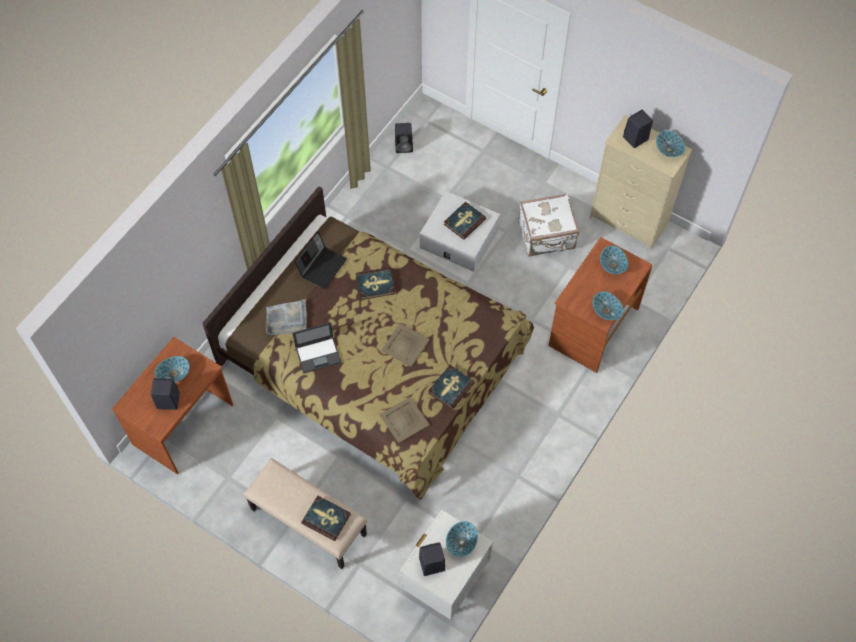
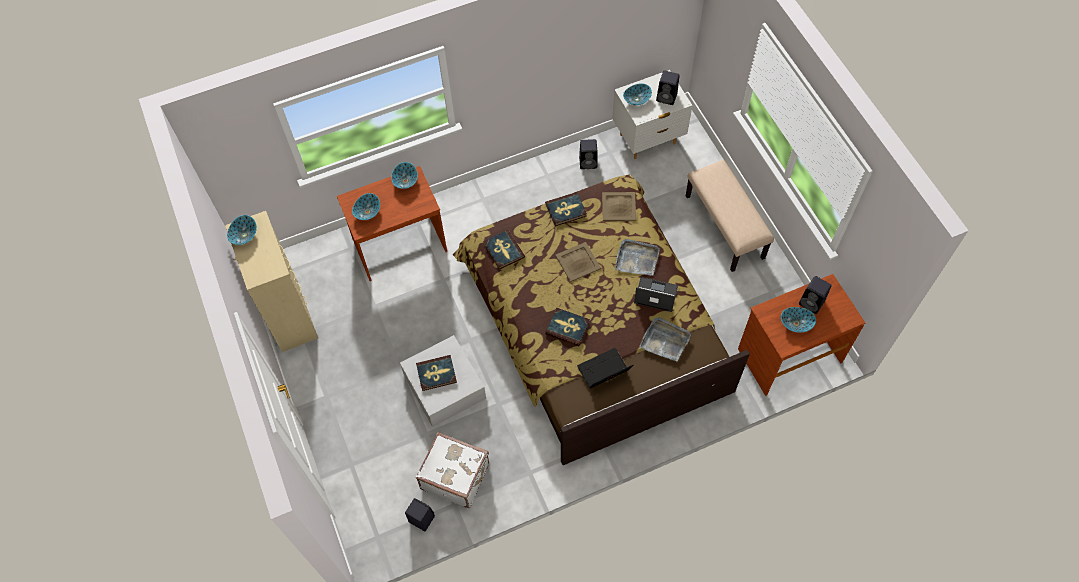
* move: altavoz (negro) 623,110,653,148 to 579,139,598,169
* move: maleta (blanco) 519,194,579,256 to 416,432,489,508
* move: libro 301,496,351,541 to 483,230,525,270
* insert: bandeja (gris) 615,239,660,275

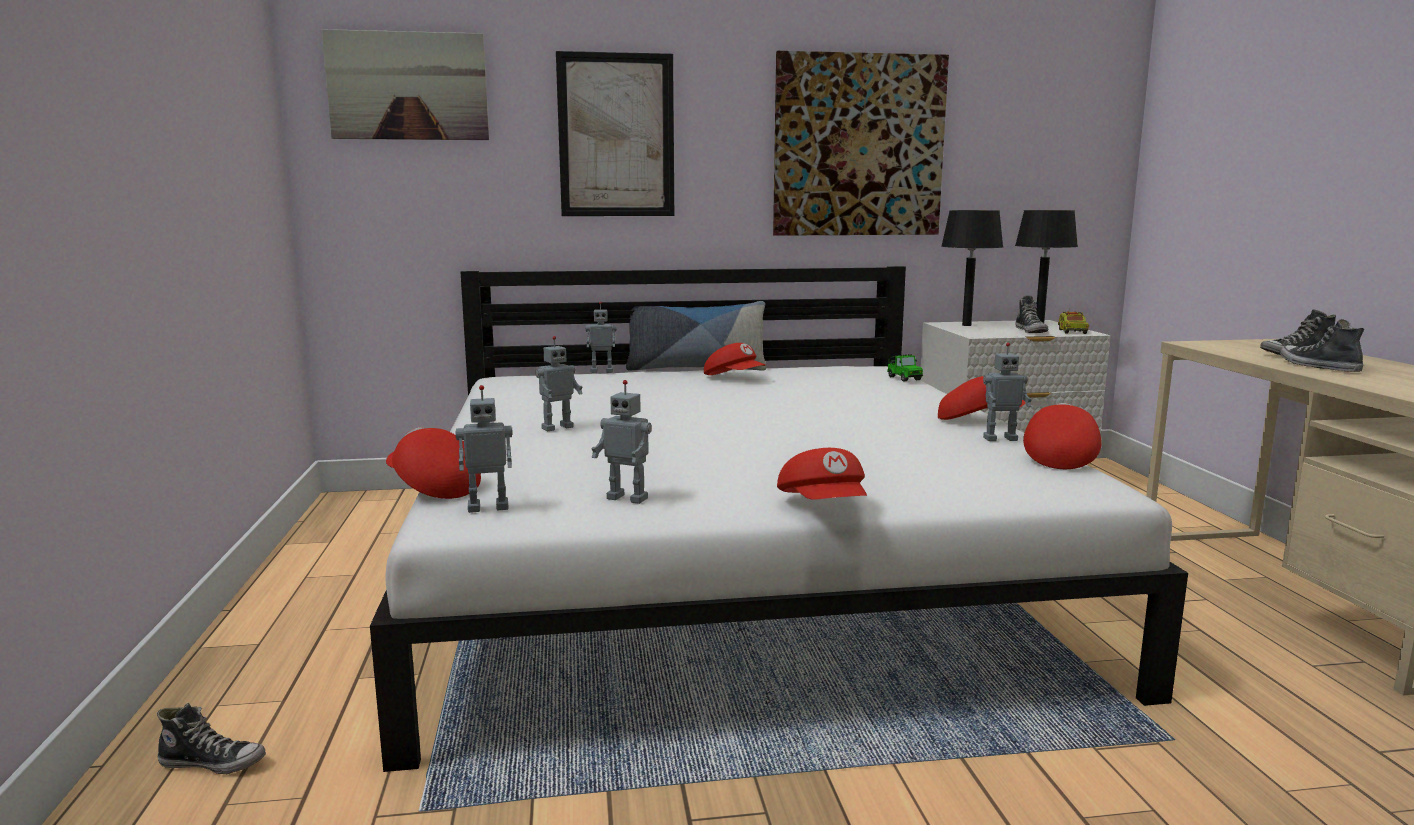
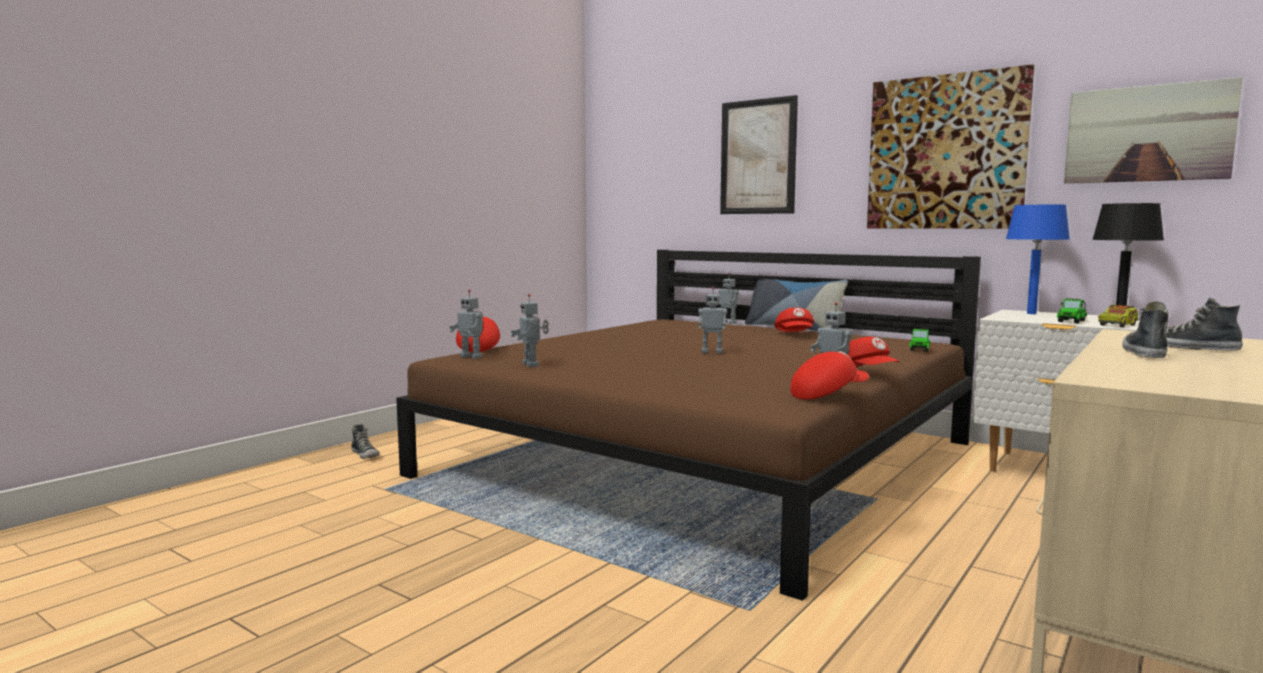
* move: cuadro 322,29,489,140 to 1064,77,1243,184
* recolor: lámpara de mesa (negro) 941,210,1003,326 to lámpara de mesa (azul) 1006,204,1070,314
* recolor: cama (blanco) 370,266,1188,772 to cama (marrón) 396,250,981,601
* replace: zapato 1016,295,1048,333 to coche de juguete 1057,298,1087,323
* move: robot de juguete 535,336,583,431 to 698,287,727,353
* delete: gorra (rojo) 777,448,867,500

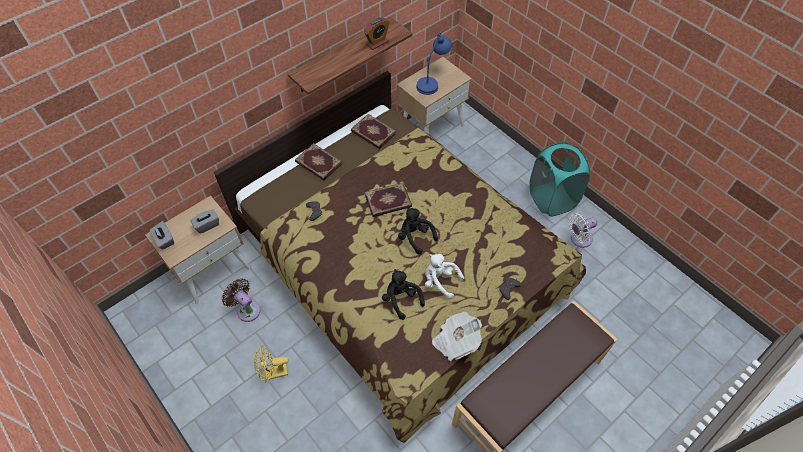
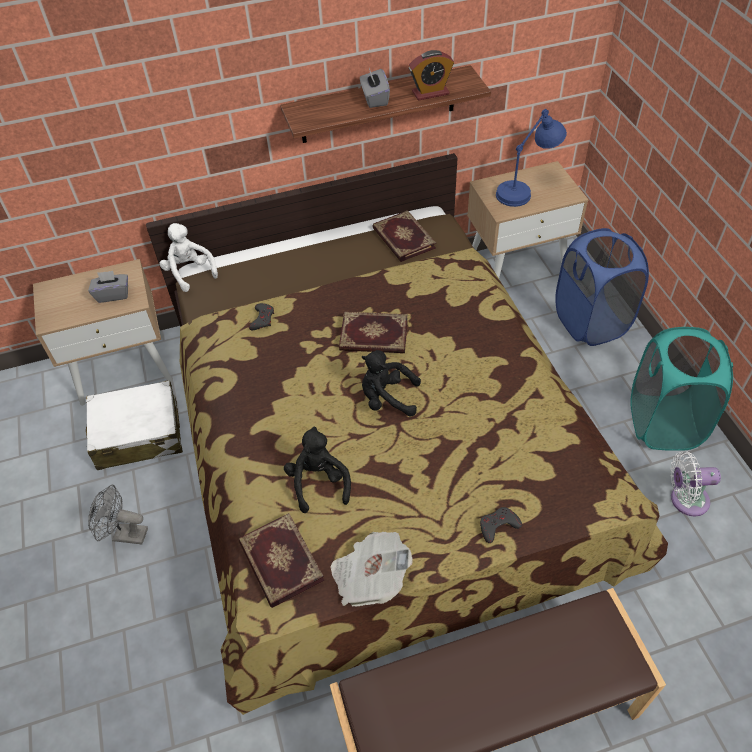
* move: libro 295,143,342,181 to 239,513,324,608
* rotate: peluche (negro) 398,207,438,255 = 362,350,421,417 60 degrees counterclockwise
* move: caja de pañuelos (gris) 150,221,174,249 to 360,68,390,108
* move: peluche (blanco) 425,254,464,299 to 159,223,218,292
* replace: ventilador (marrón) 222,278,261,322 to maleta (blanco) 86,380,183,470
* recolor: ventilador (amarillo) 254,345,289,382 to ventilador (gris) 88,484,148,544
* insert: cesto de la ropa (azul) 555,228,649,346

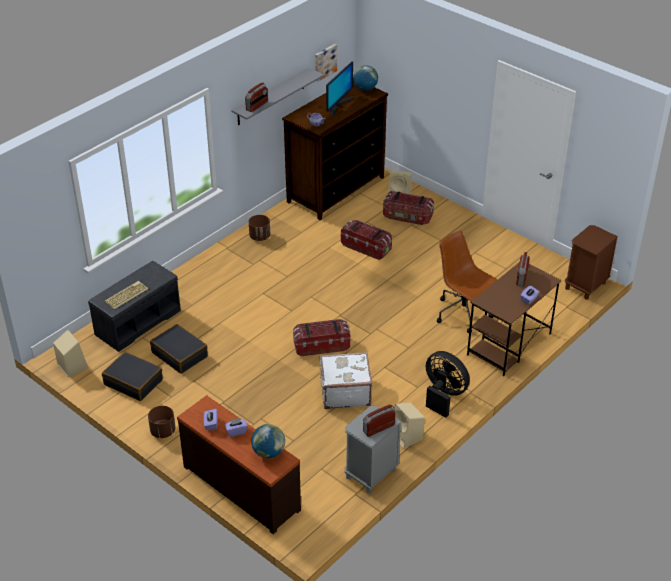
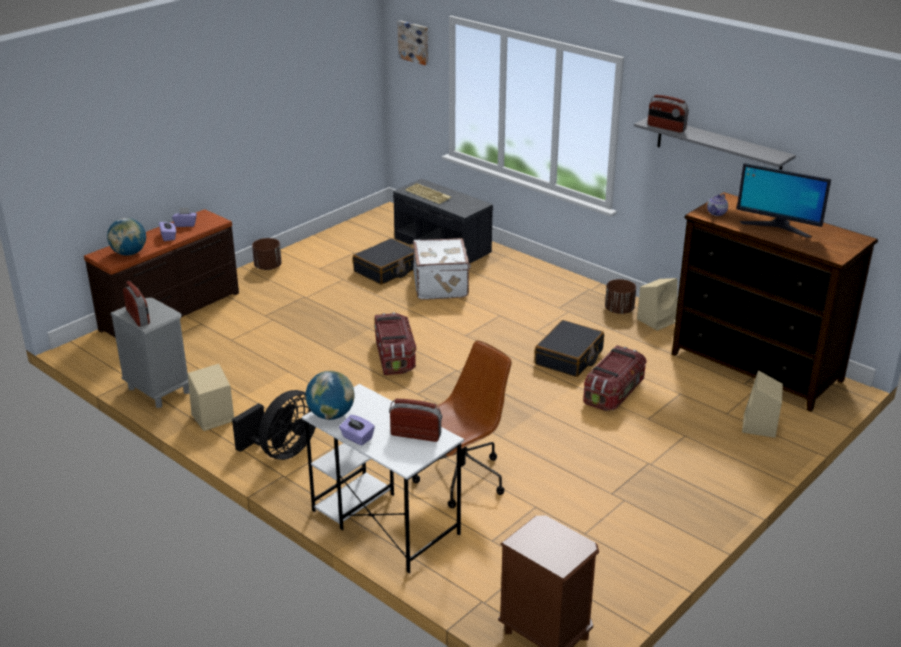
* move: cuadro 315,44,337,82 to 397,20,428,65
* move: globo terráqueo 353,65,378,91 to 305,371,355,420
* delete: caja de almacenaje 383,191,434,225
* recolor: escritorio (marrón) 467,262,561,376 to escritorio (blanco) 302,384,464,573
* move: altavoz (beis) 53,330,88,377 to 637,278,678,331
* move: maleta (negro) 102,352,163,401 to 535,320,604,377
* move: maleta (blanco) 320,352,372,409 to 413,238,471,300

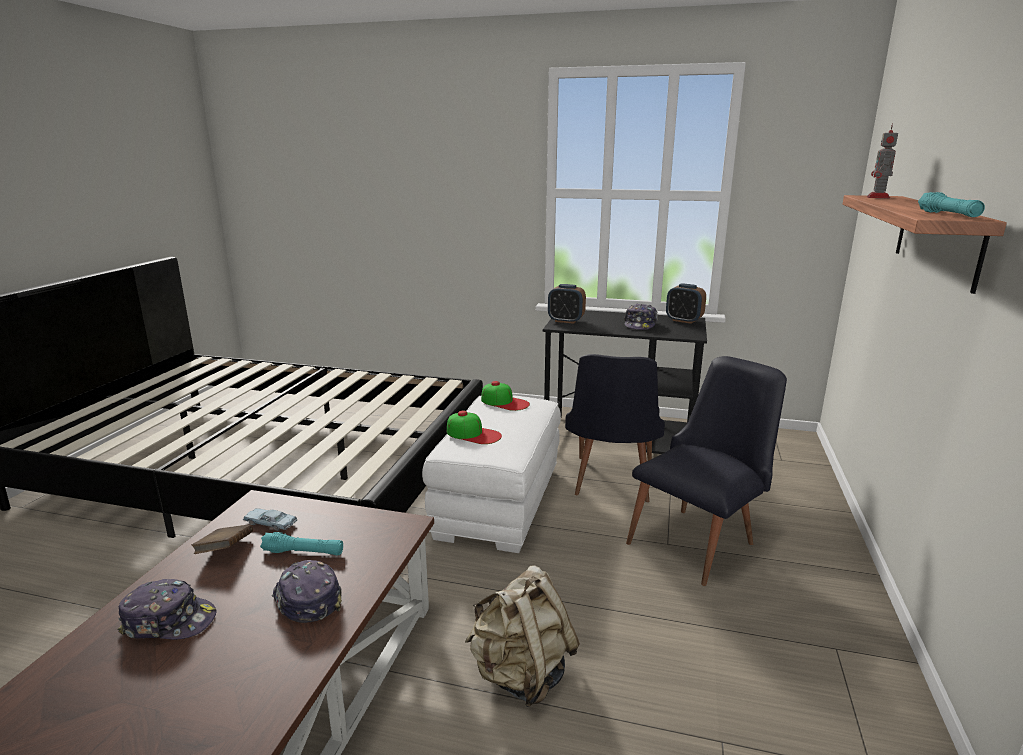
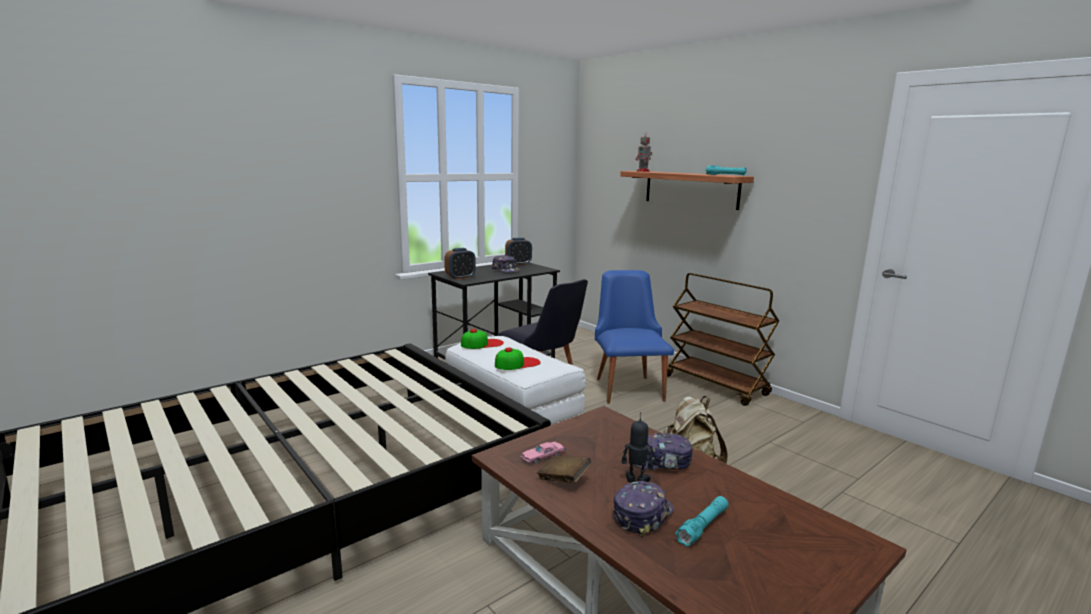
* recolor: silla (negro) 626,356,787,586 to silla (azul) 595,270,674,404
* recolor: coche de juguete (azul) 243,508,297,531 to coche de juguete (rosa) 521,441,566,464
* move: linterna (turquesa) 260,532,343,555 to 675,496,729,547
* insert: carrito (marrón) 667,273,779,406
* insert: robot de juguete 622,412,653,483

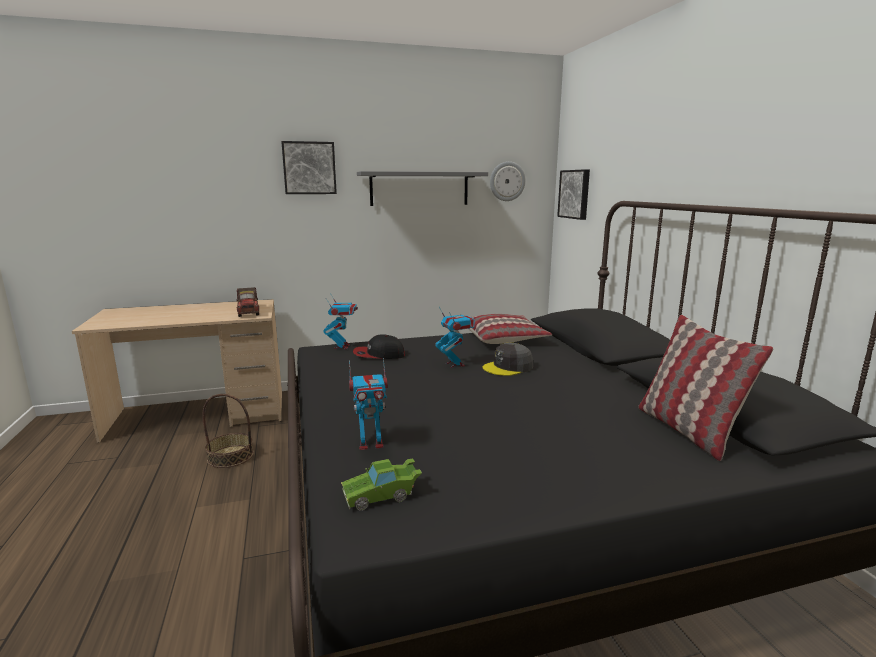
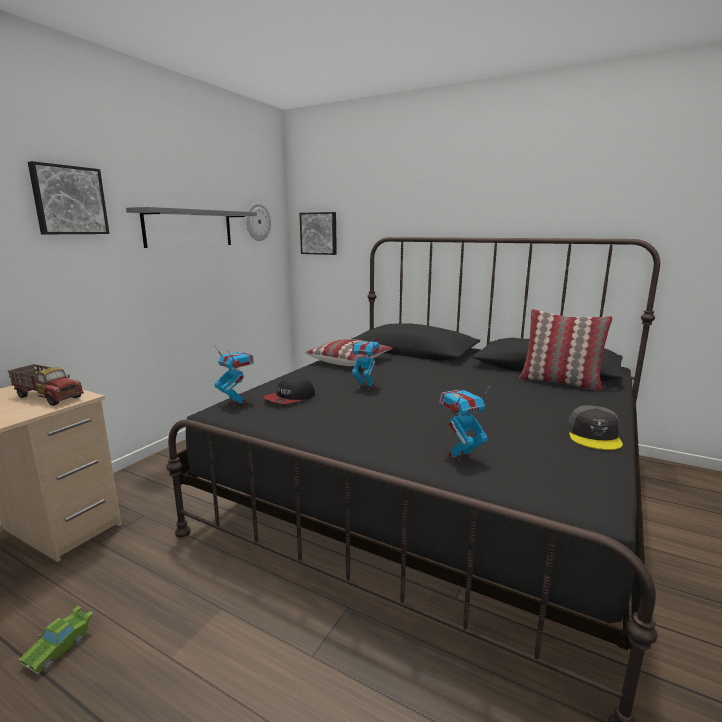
* move: gorra (gris) 482,343,533,376 to 567,405,623,450
* rotate: robot de juguete 349,358,387,450 = 439,386,490,463 150 degrees counterclockwise
* delete: cesta 202,394,254,468
* move: coche de juguete (verde) 341,458,422,511 to 19,606,93,675

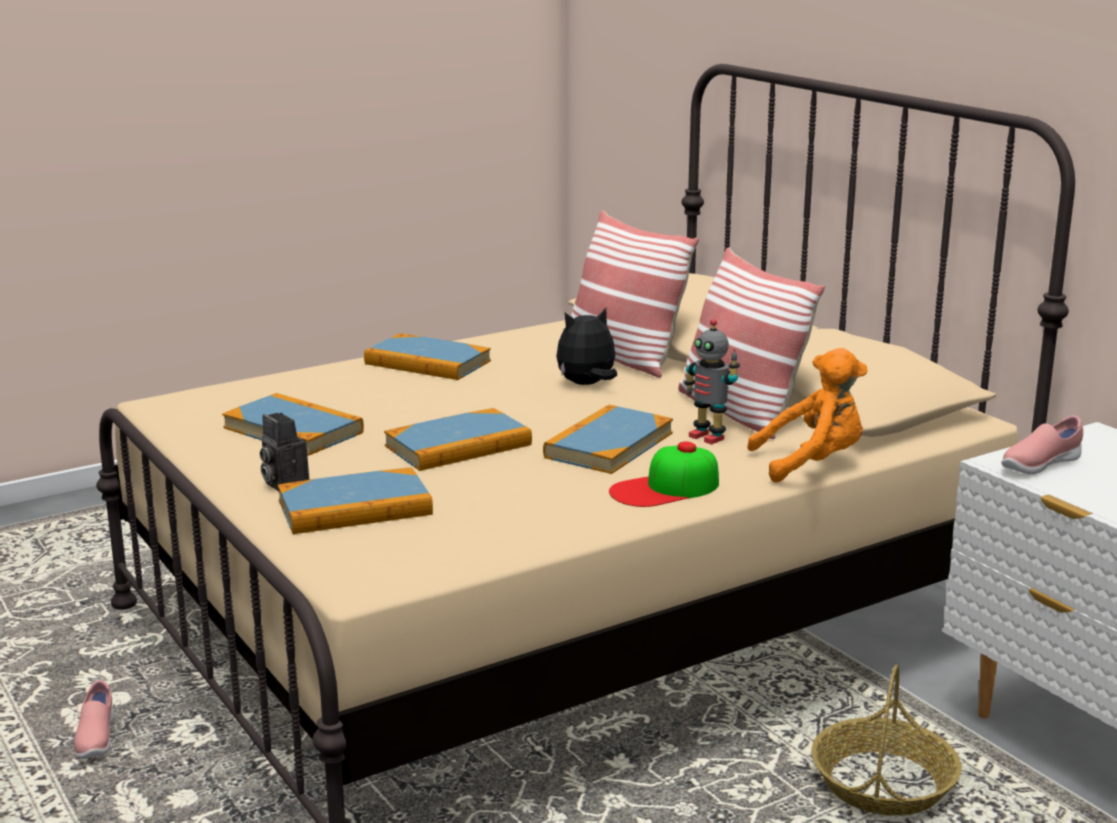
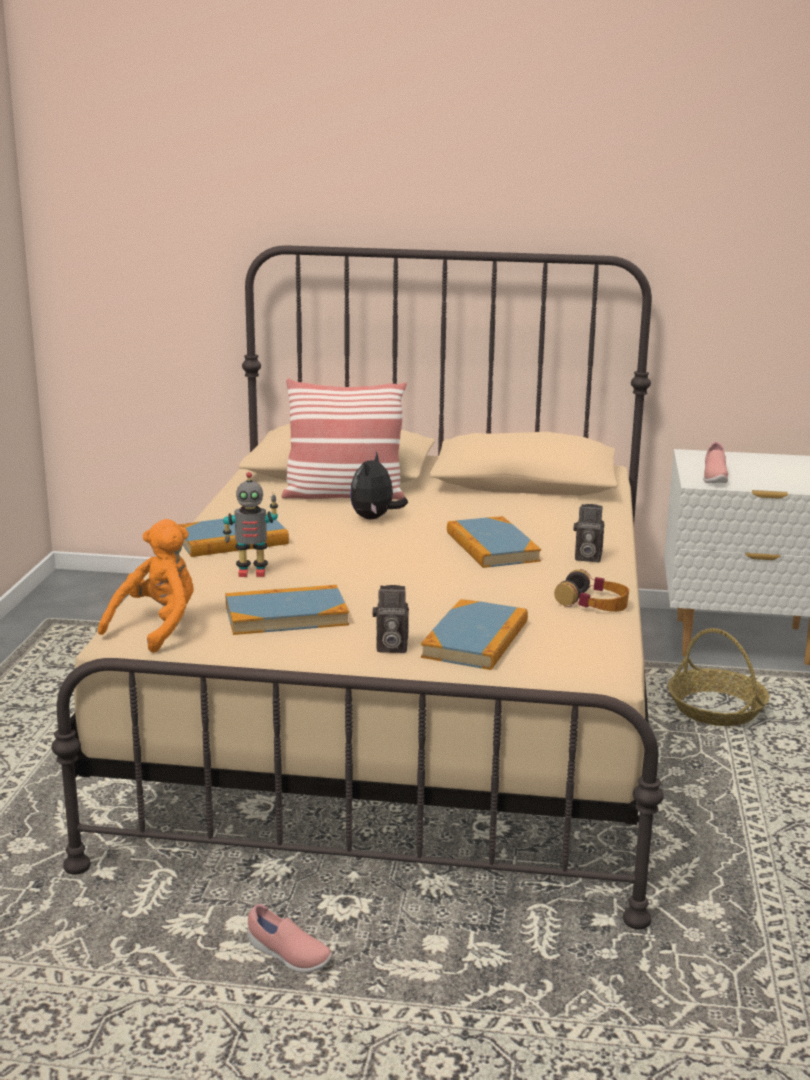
* delete: cojín 678,247,825,439
* move: robot de juguete 684,319,740,445 to 223,472,278,577
* move: peluche (naranja) 747,348,867,482 to 98,519,194,653
* delete: libro 384,408,532,471
* replace: gorra 609,442,719,507 to cámara 574,504,604,562
* insert: auriculares 554,569,629,612

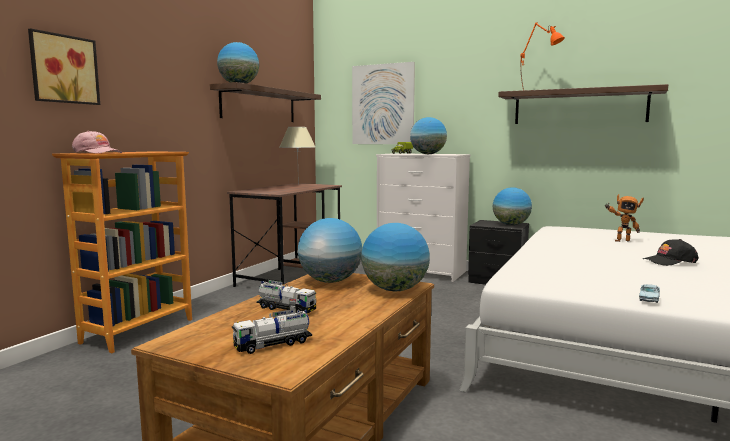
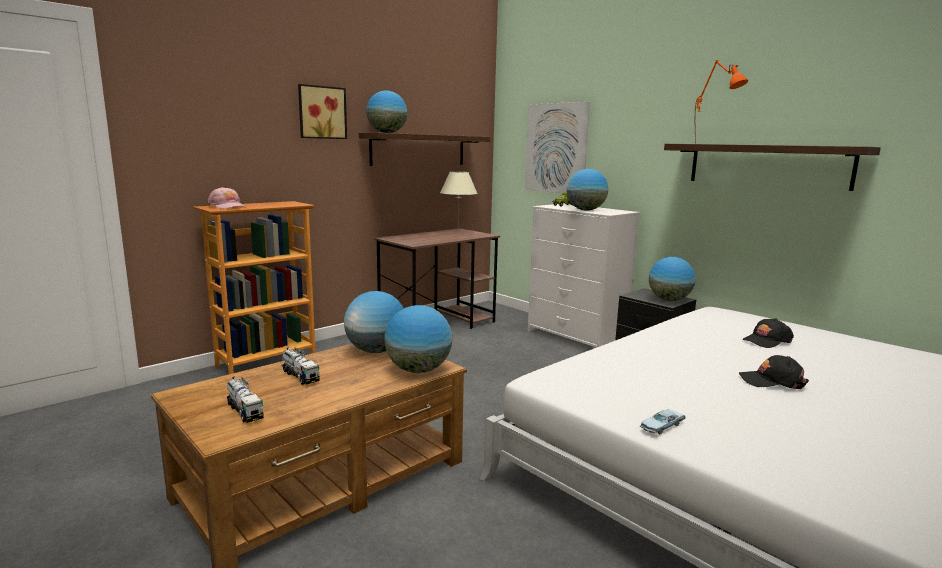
* move: cuadro 28,28,100,105 to 298,84,347,139
* replace: robot de juguete 605,194,644,242 to gorra (negro) 742,318,794,348
* rotate: camión de juguete 232,309,312,354 = 227,376,264,423 120 degrees counterclockwise

